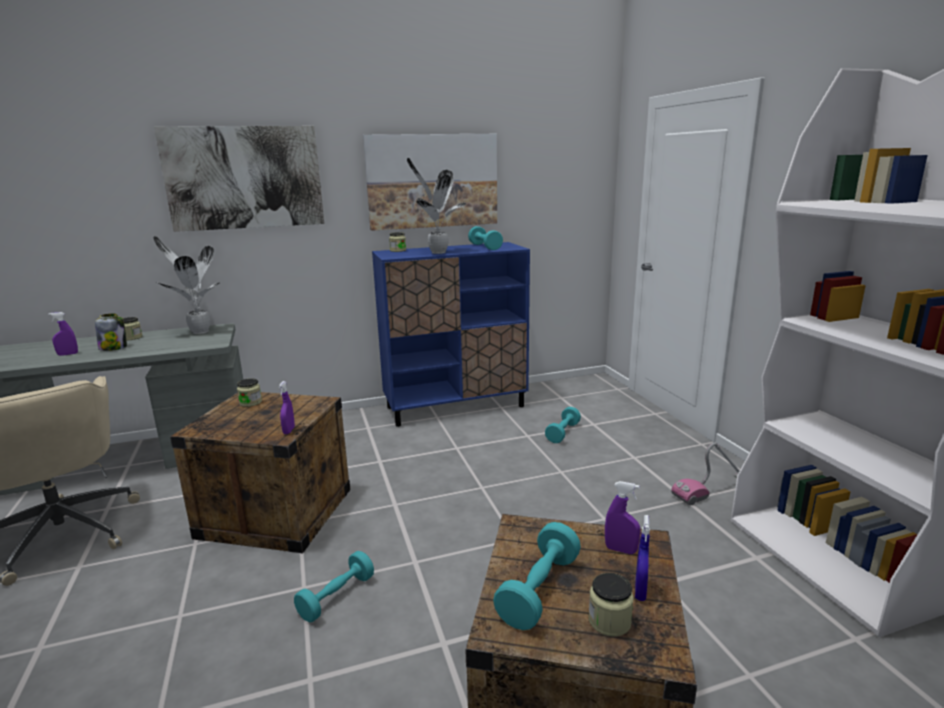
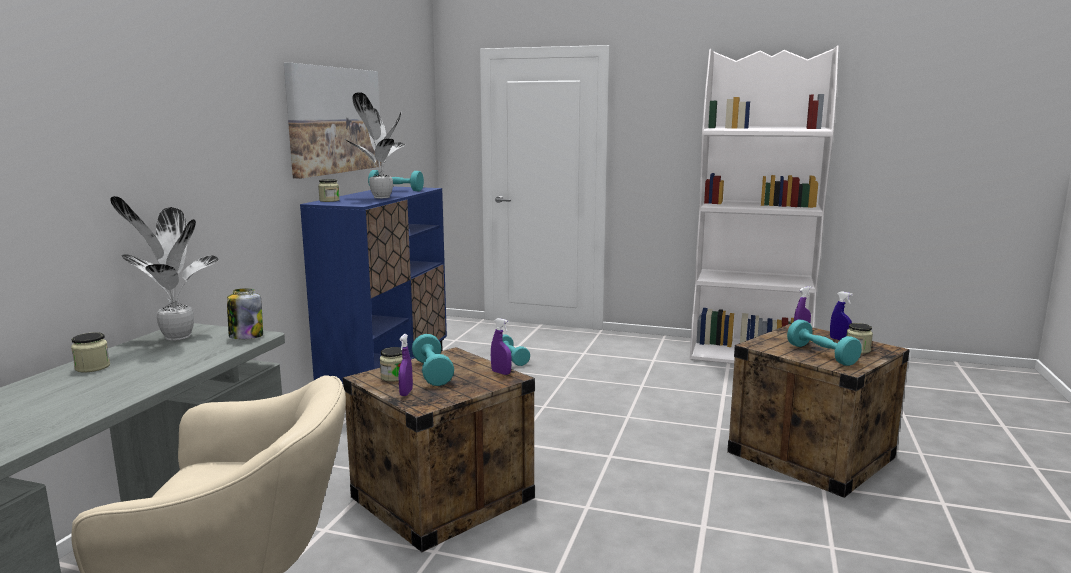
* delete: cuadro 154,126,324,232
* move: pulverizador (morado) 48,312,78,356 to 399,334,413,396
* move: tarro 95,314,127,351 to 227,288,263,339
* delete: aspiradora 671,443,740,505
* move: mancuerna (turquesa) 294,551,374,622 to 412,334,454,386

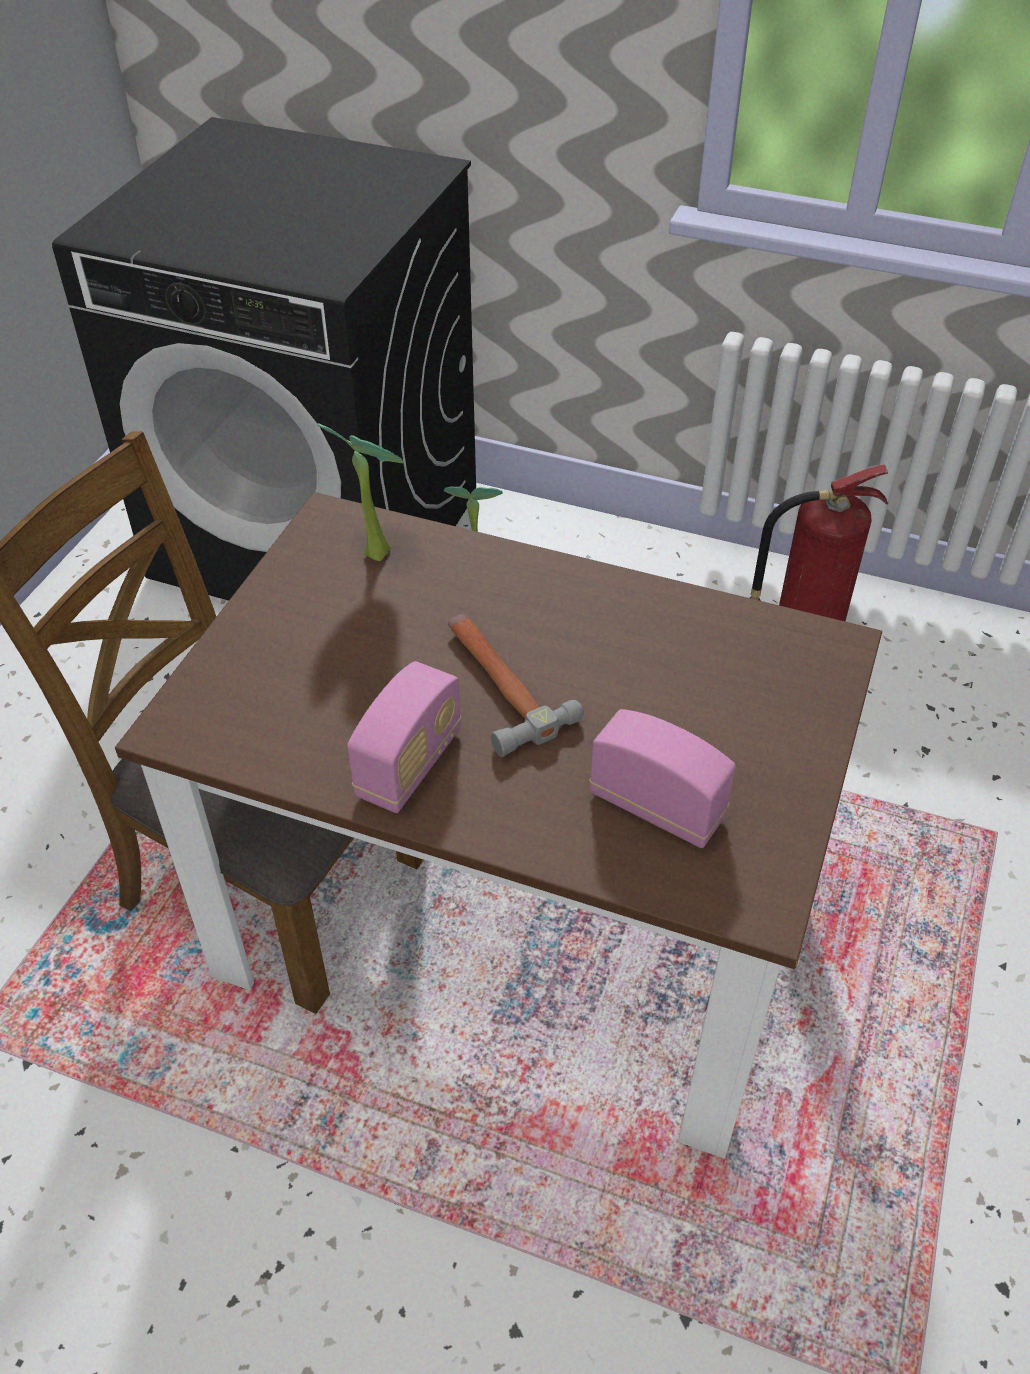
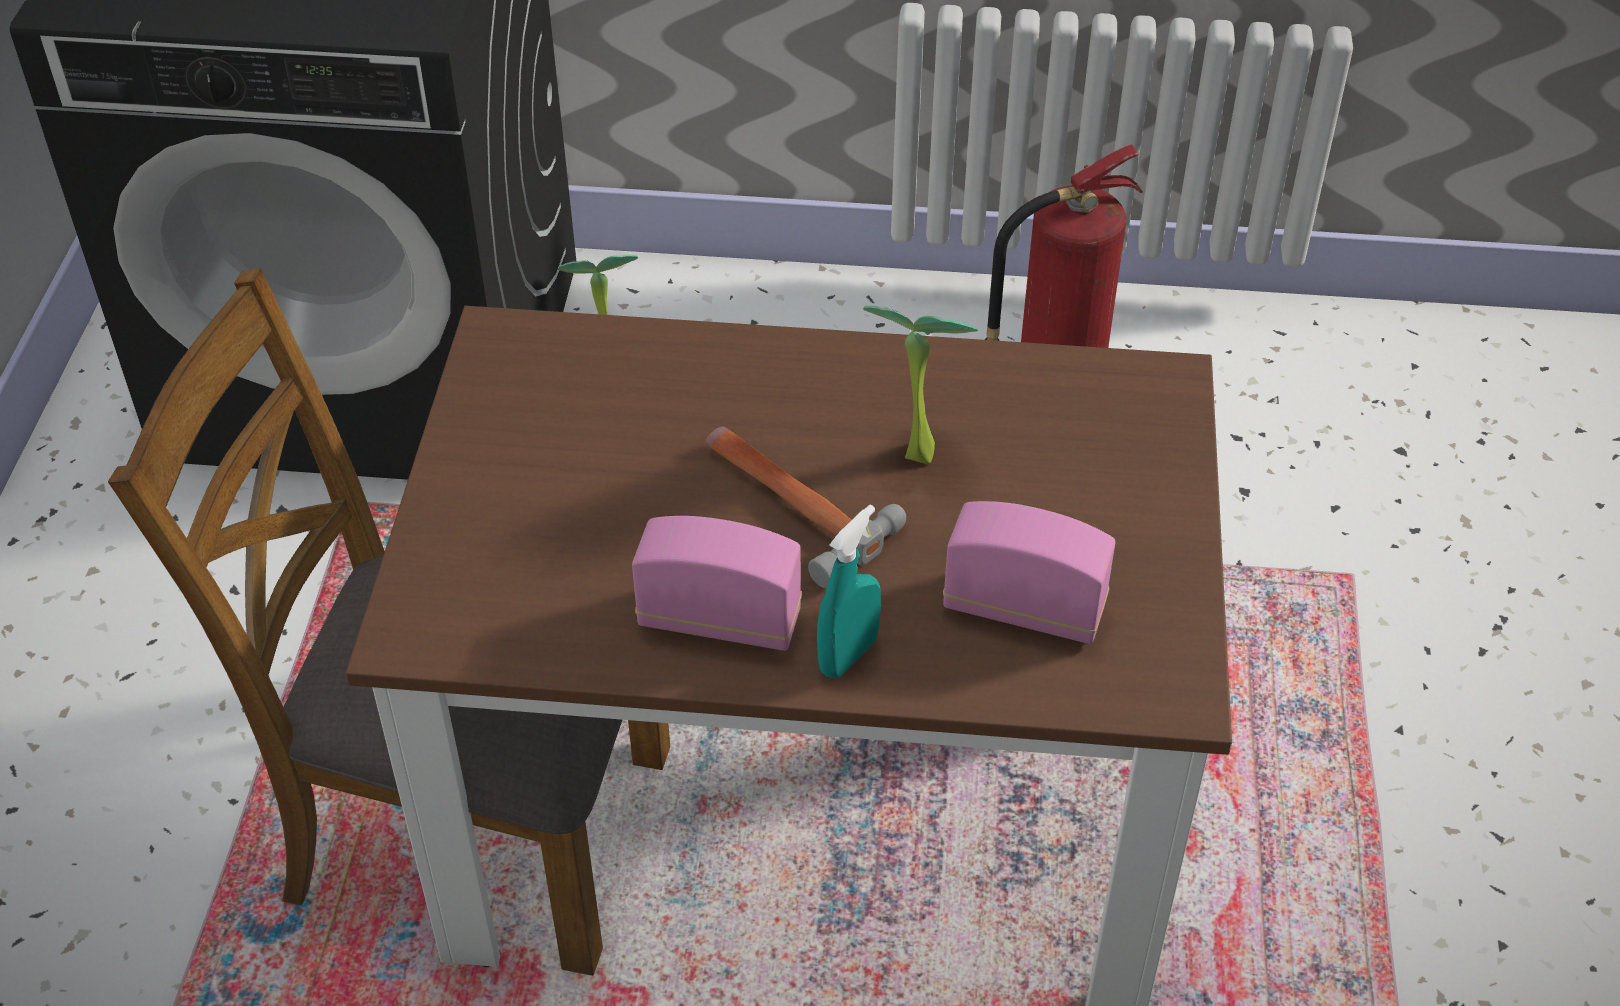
* move: planta en maceta 318,423,404,561 to 863,306,978,464
* rotate: radio 347,661,461,813 = 632,516,802,651 90 degrees counterclockwise
* insert: pulverizador (turquesa) 817,505,881,678

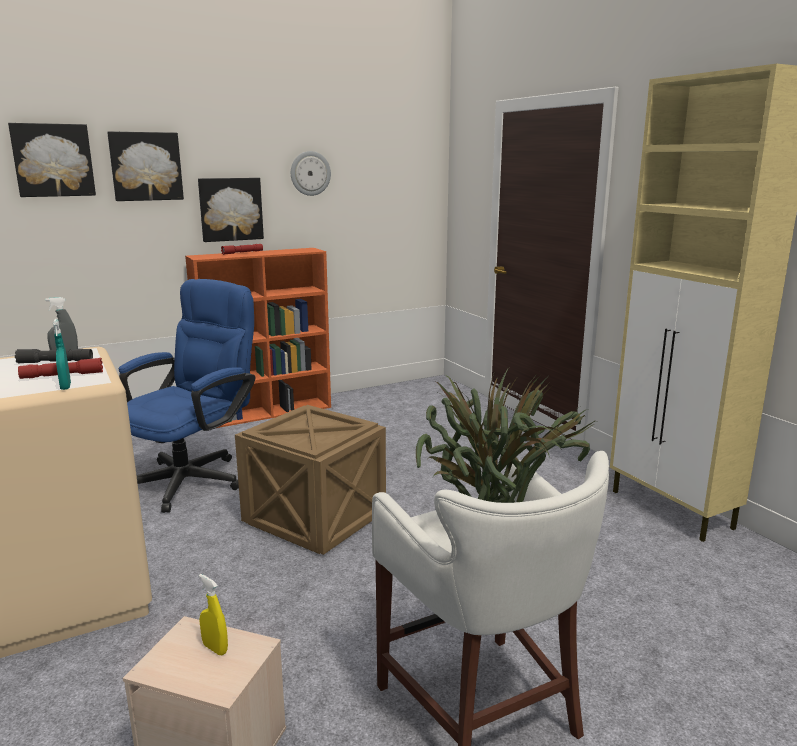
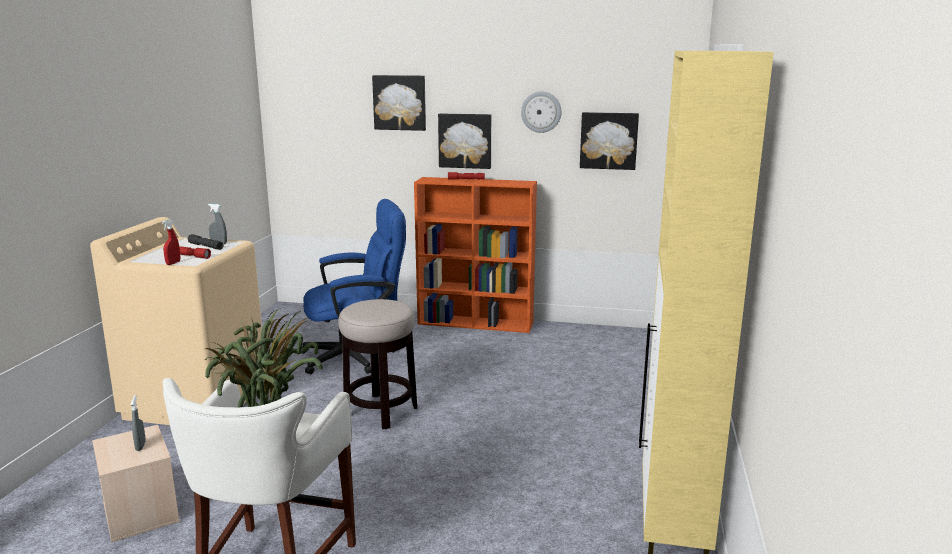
* move: cuadro 8,123,96,197 to 580,112,639,170
* recolor: pulverizador (turquesa) 53,319,71,390 to pulverizador (rojo) 162,219,180,265
* replace: caja de embalaje 235,405,386,555 to taburete 338,299,417,429
* recolor: pulverizador (amarillo) 199,574,228,655 to pulverizador (gris) 131,395,146,451

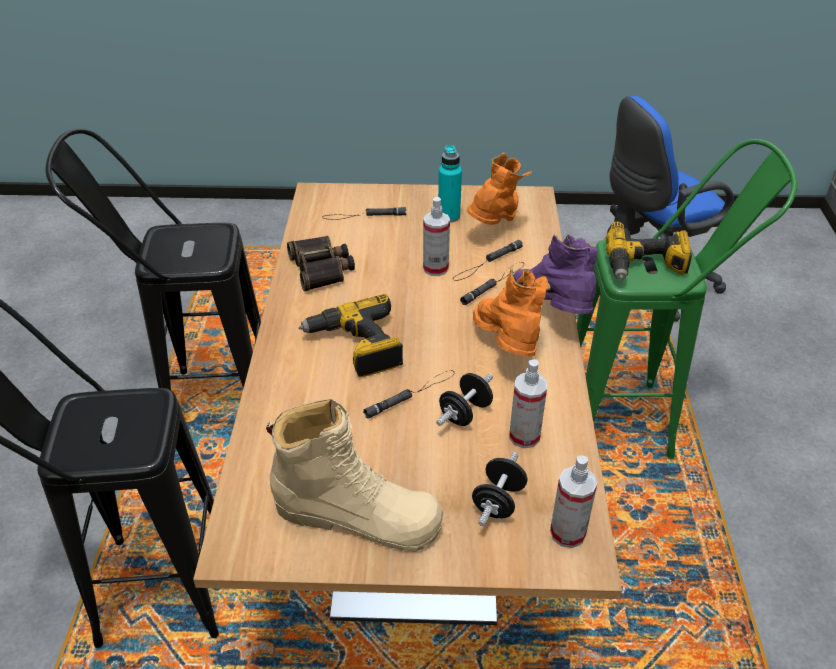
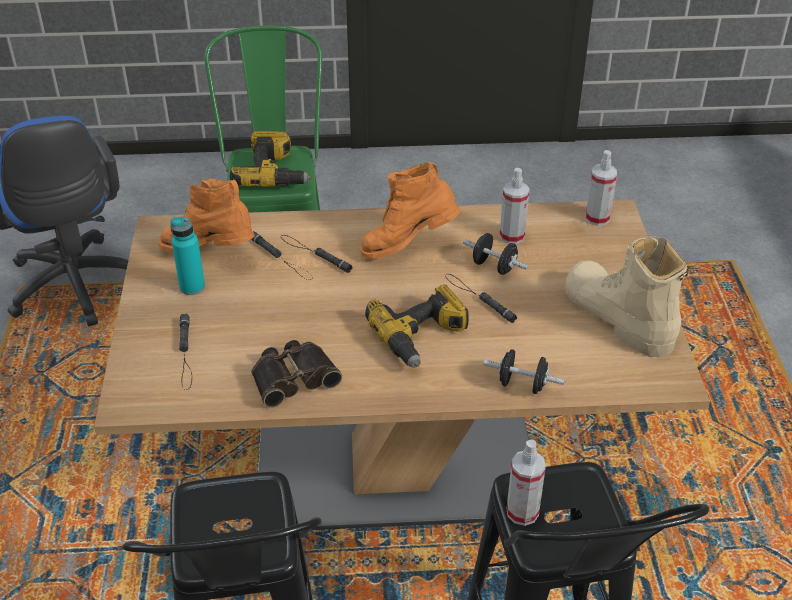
* move: pulverizador 423,197,450,276 to 507,440,546,526
* delete: bota (morado) 514,234,598,314
* rotate: bota (beis) 266,399,443,552 = 565,236,688,357 45 degrees counterclockwise
* move: mancuerna (negro) 472,452,527,526 to 483,350,565,394

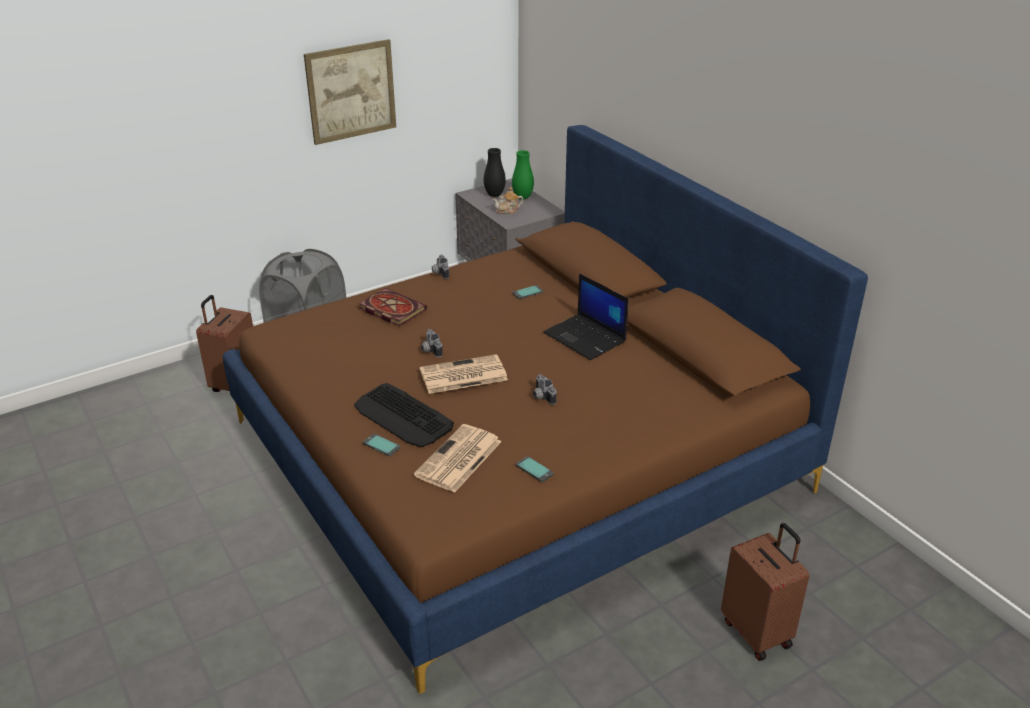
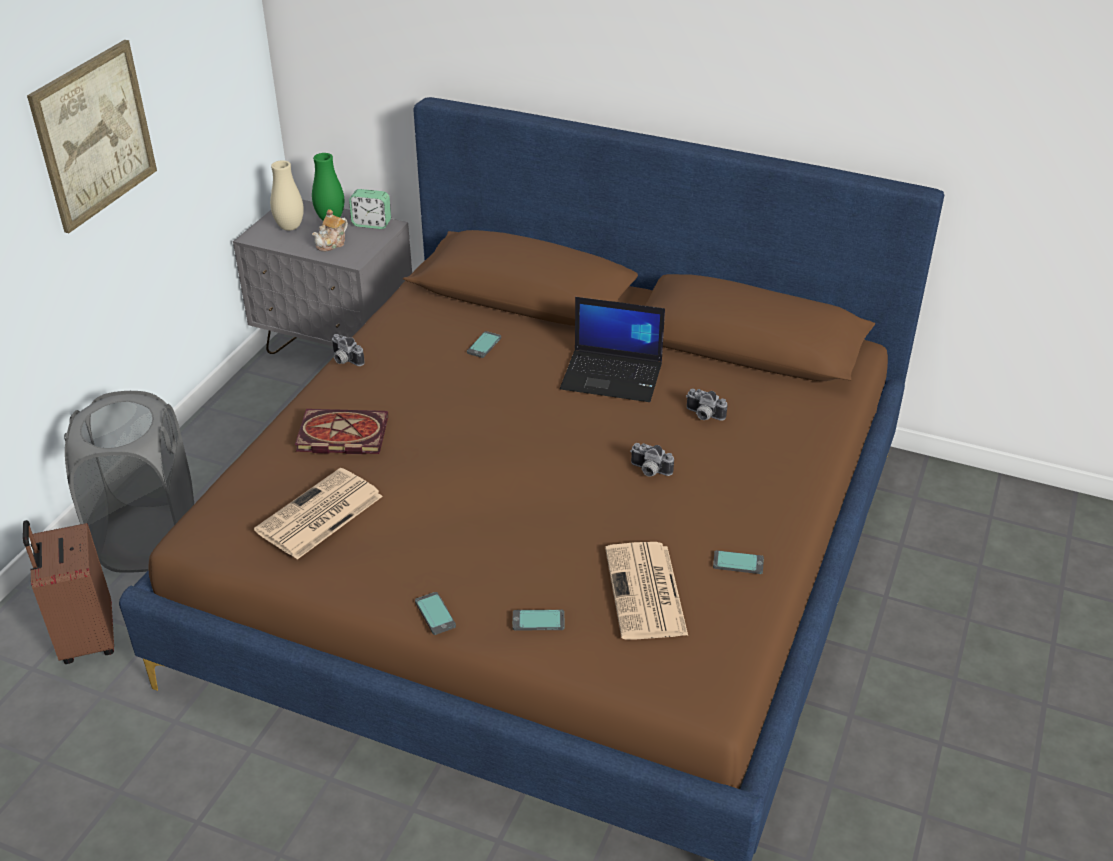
* recolor: florero (negro) 484,148,506,197 to florero (beis) 270,160,304,231
* move: cámara 421,329,443,358 to 686,389,727,421
* move: periódico 420,354,508,394 to 254,468,383,559
* delete: teclado 354,383,454,447
* delete: maleta (marrón) 721,523,809,661
* insert: despertador 349,189,391,229
* insert: móvil 415,592,456,635

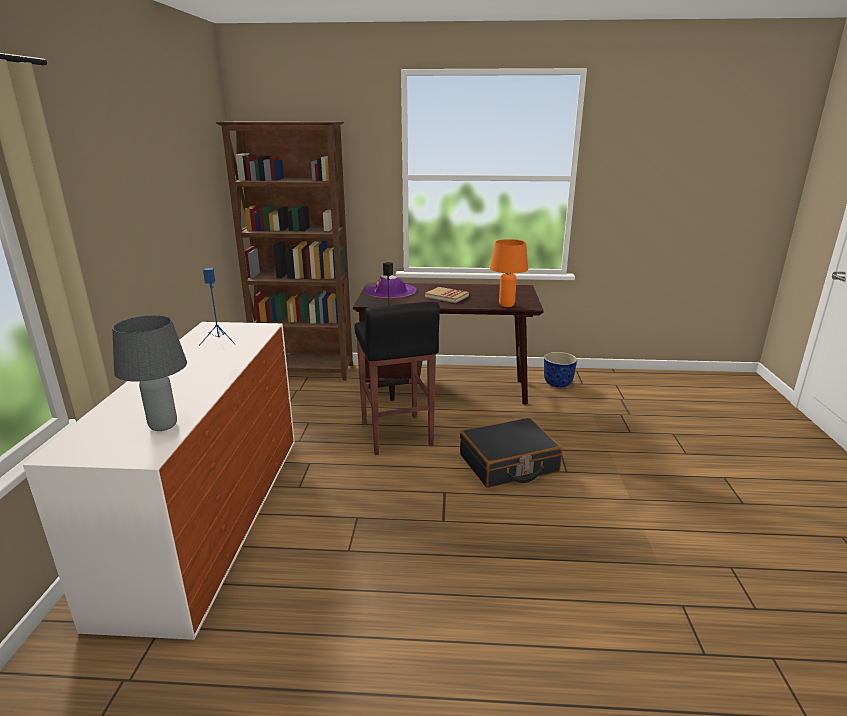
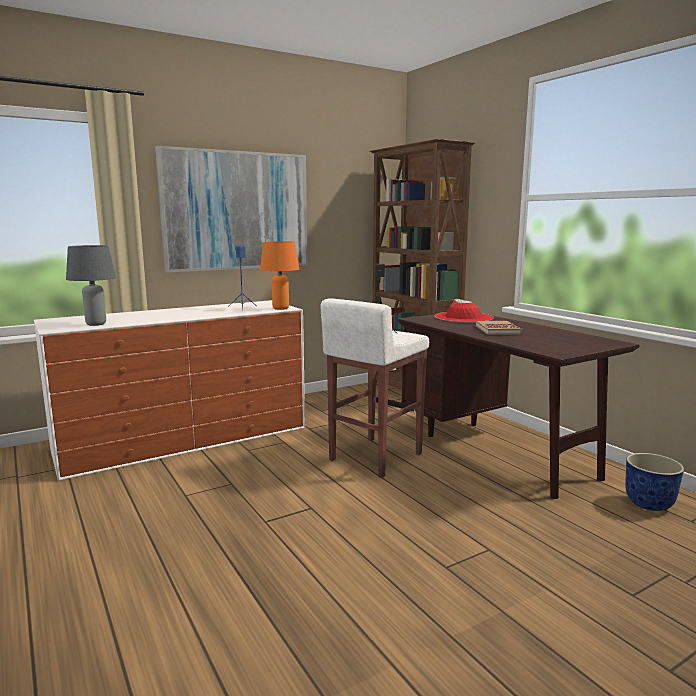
* move: lámpara de mesa (naranja) 490,239,528,307 to 260,241,299,310
* recolor: sombrero (morado) 365,275,417,298 to sombrero (rojo) 434,299,494,323
* recolor: taburete (negro) 355,302,440,455 to taburete (blanco) 321,298,429,478
* delete: maleta (negro) 460,418,562,488
* insert: cuadro 155,146,308,272

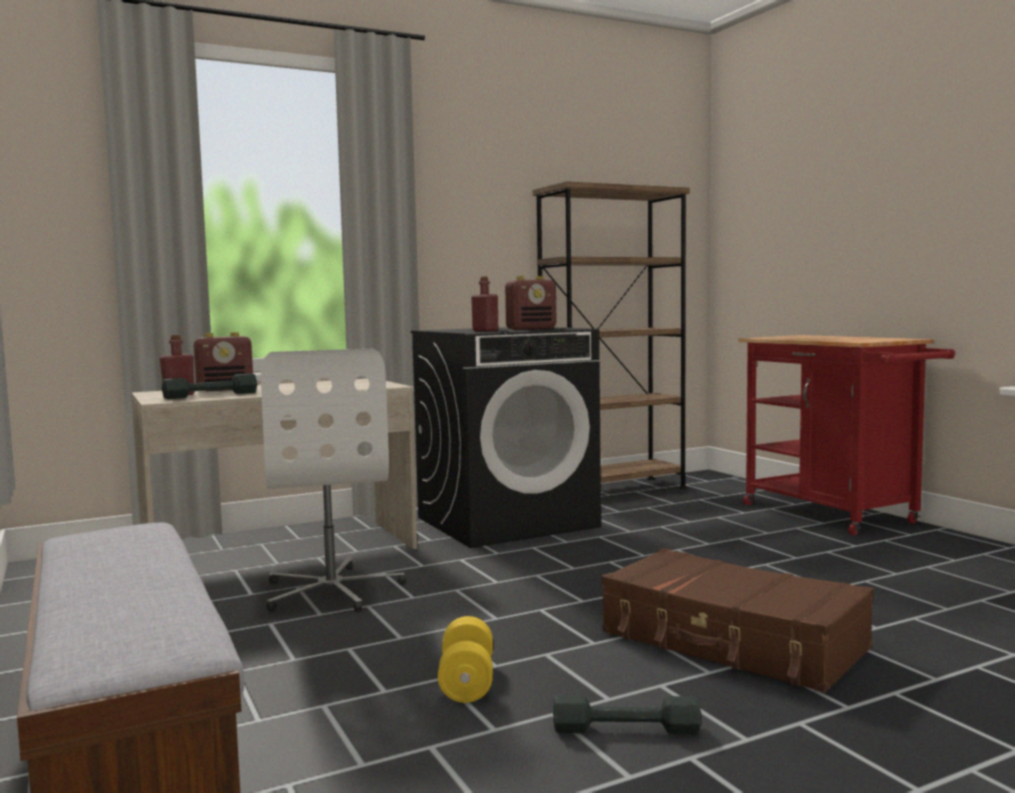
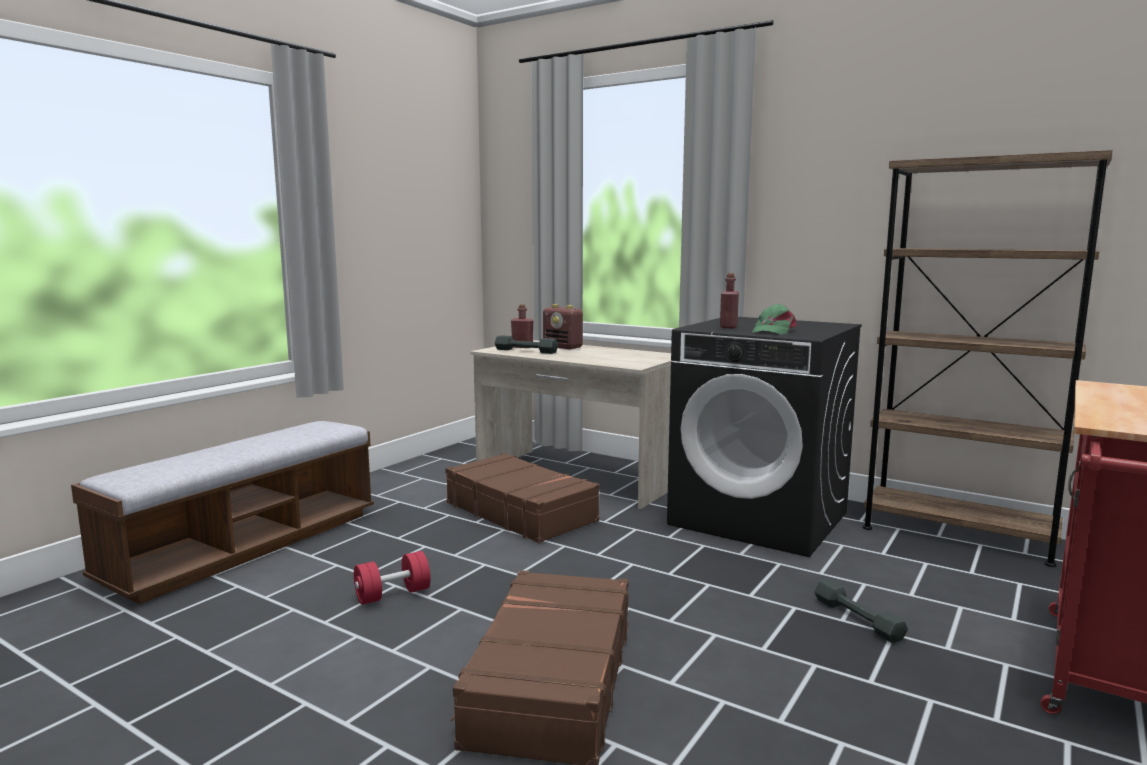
* replace: radio 505,276,556,330 to gorra (verde) 752,304,797,335
* replace: silla de oficina (blanco) 261,349,406,612 to maleta (marrón) 445,453,600,543
* recolor: mancuerna (amarillo) 438,616,493,703 to mancuerna (rojo) 354,551,431,605
* move: mancuerna (gris) 553,695,701,734 to 814,579,908,643

